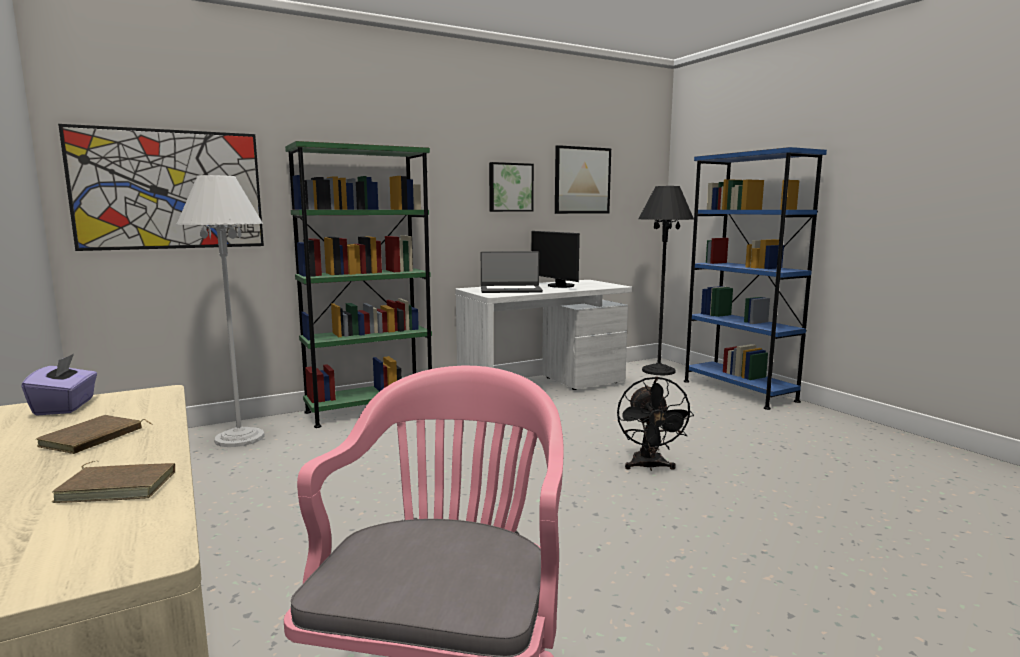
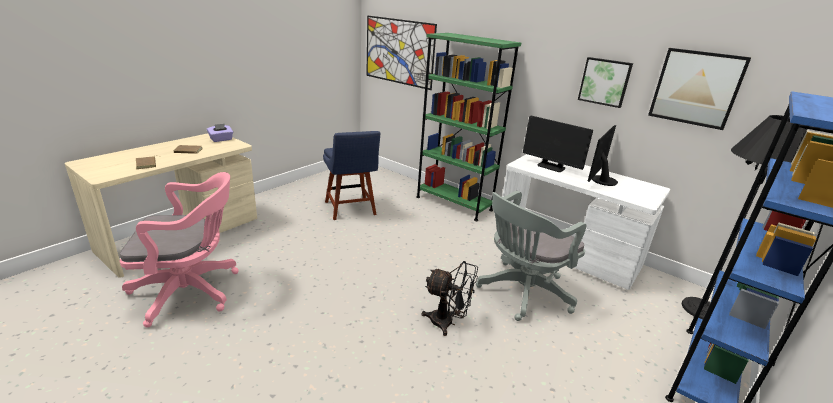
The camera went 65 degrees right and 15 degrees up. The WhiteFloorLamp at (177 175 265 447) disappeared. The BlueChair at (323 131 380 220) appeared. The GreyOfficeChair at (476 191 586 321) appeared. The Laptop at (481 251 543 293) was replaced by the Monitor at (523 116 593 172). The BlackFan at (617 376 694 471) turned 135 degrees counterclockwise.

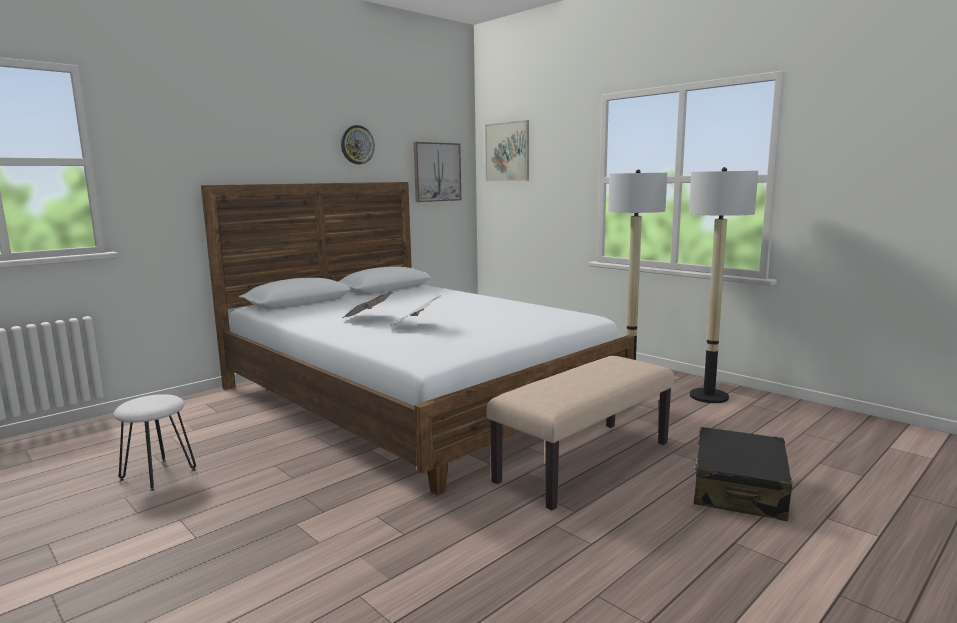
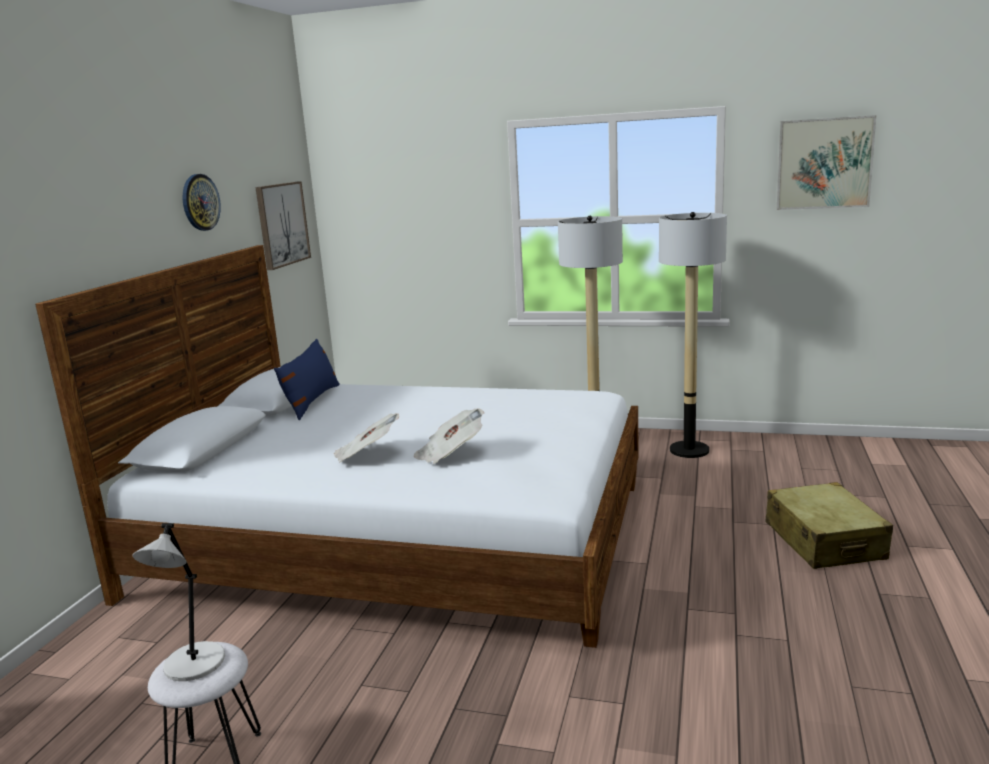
The camera went 30 degrees left and 5 degrees up. The BeigeBench at (487 356 674 510) disappeared. The GreyTableLamp at (132 523 225 681) appeared. The BluePillow at (274 339 340 420) appeared. The Picture moved from (485 120 529 181) to (777 115 876 210). The BlackSuitcase at (694 427 793 521) became the BeigeSuitcase at (766 482 893 569).

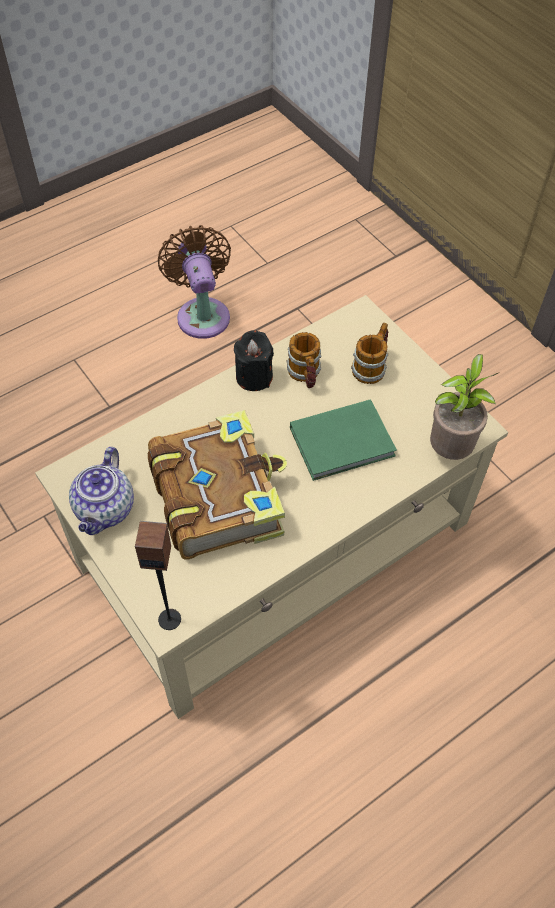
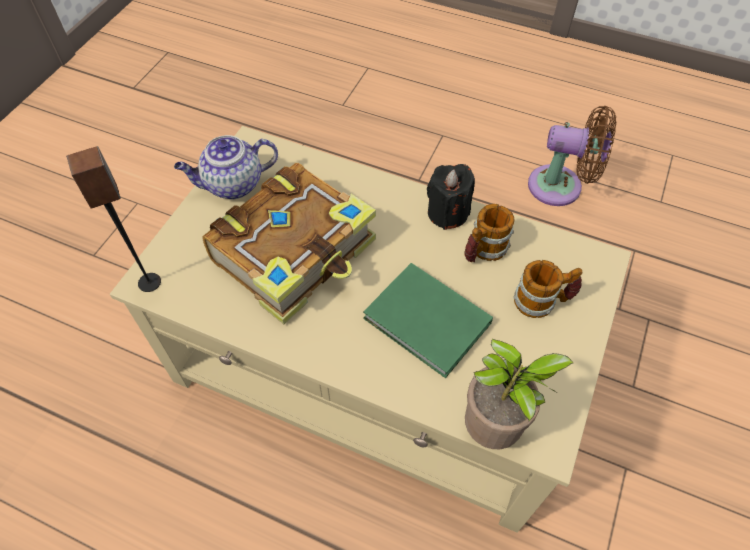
The camera went 60 degrees right and 0 degrees up. The BrownFan at (158 225 231 339) turned 60 degrees clockwise.

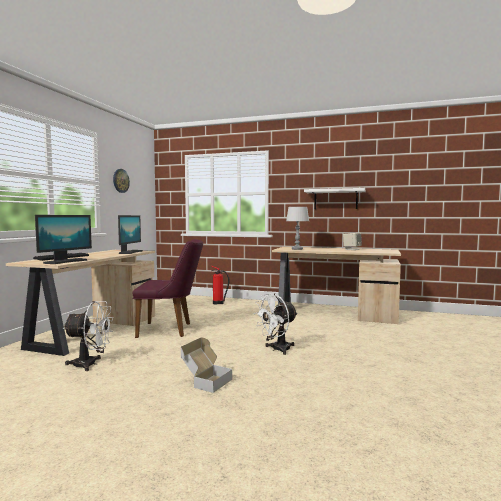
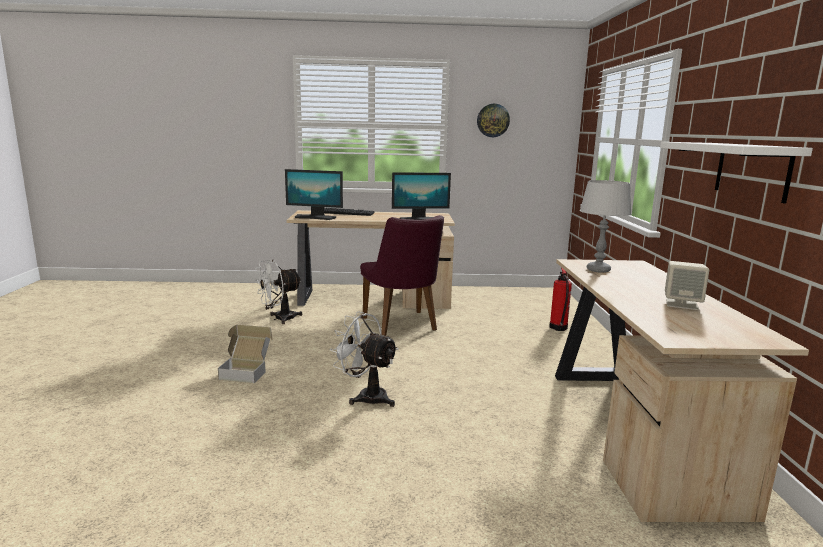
The camera went 70 degrees right and 10 degrees up. The WhiteFan at (63 301 113 371) turned 75 degrees clockwise.

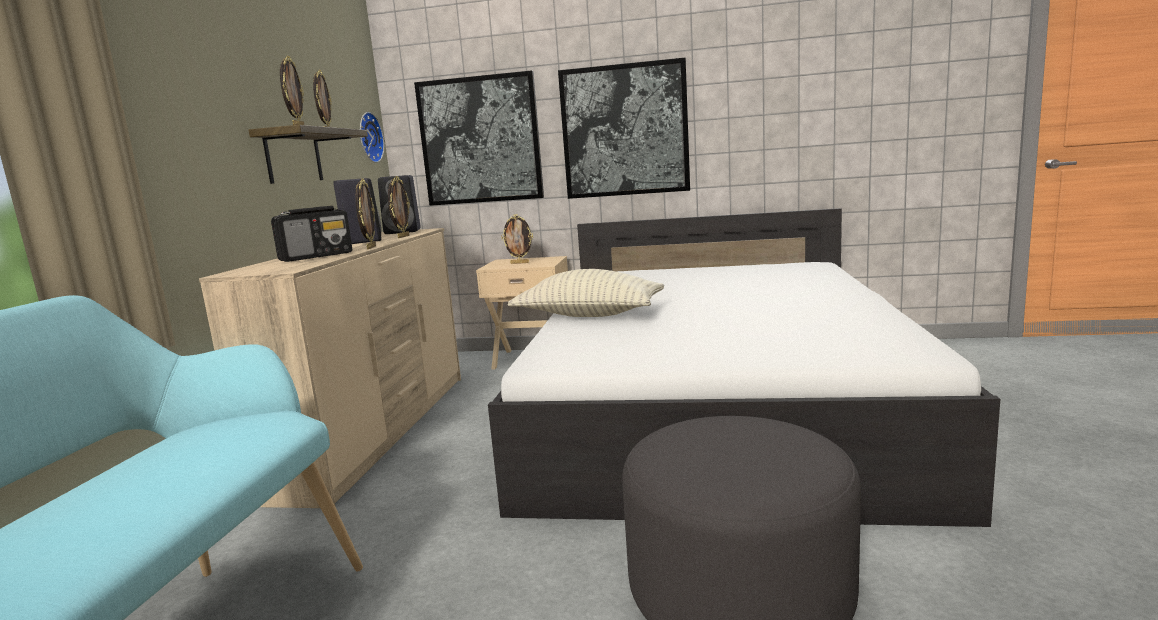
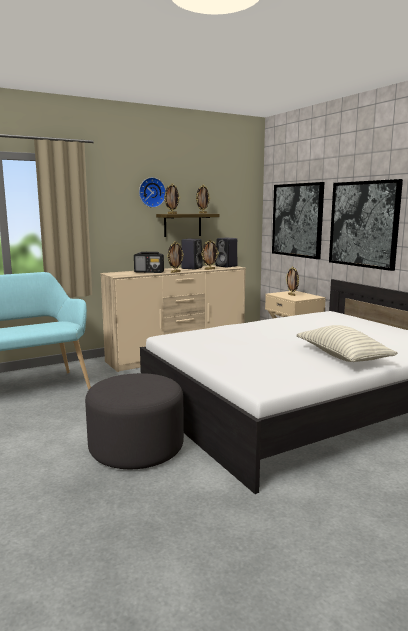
The camera went 50 degrees right and 0 degrees up. The WallClock moved from (360 112 384 163) to (139 177 166 208). The Pillow moved from (508 269 664 317) to (296 325 398 362).

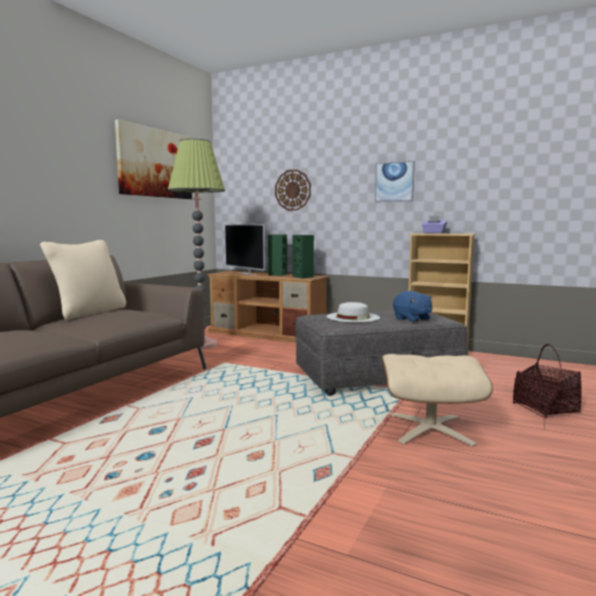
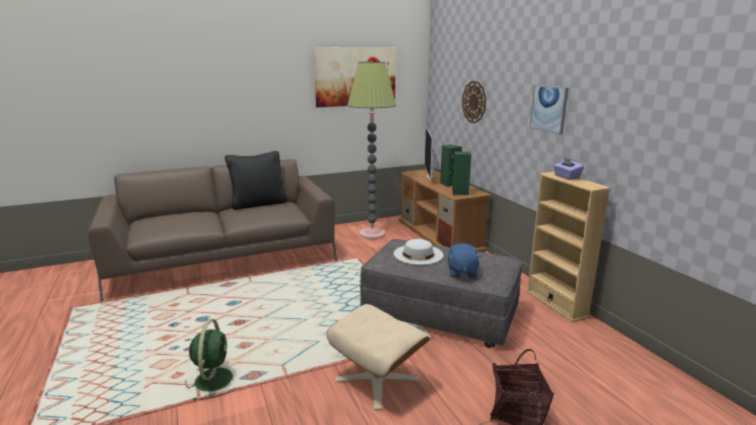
The camera went 40 degrees right and 10 degrees up. The GreenFan at (185 319 236 400) appeared. The BeigePillow at (40 240 126 320) became the BlackPillow at (225 151 287 210).

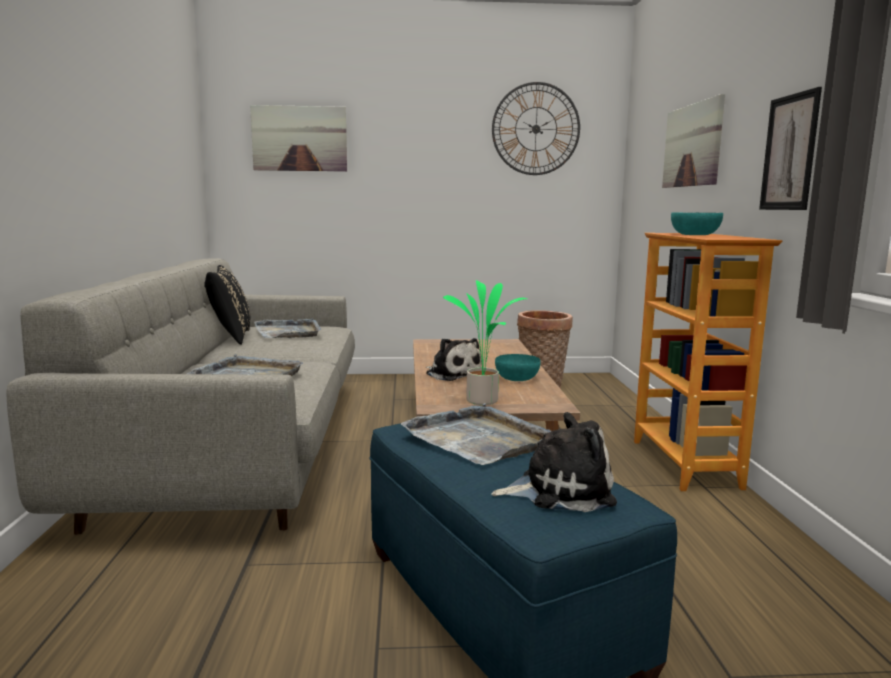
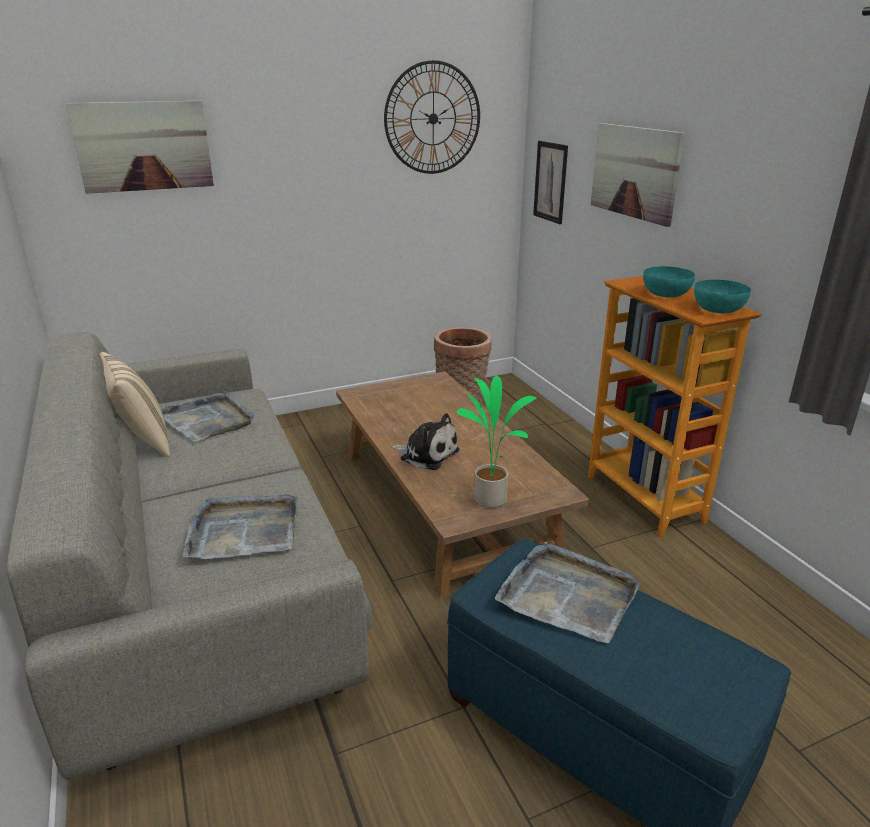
The camera went 20 degrees left and 15 degrees up. The PlushToy at (491 412 617 512) disappeared. The TurquoiseBowl moved from (495 354 541 381) to (694 280 751 313). The Picture moved from (759 87 822 210) to (533 141 568 224). The BlackPillow at (204 265 250 345) became the BeigePillow at (100 352 170 457).

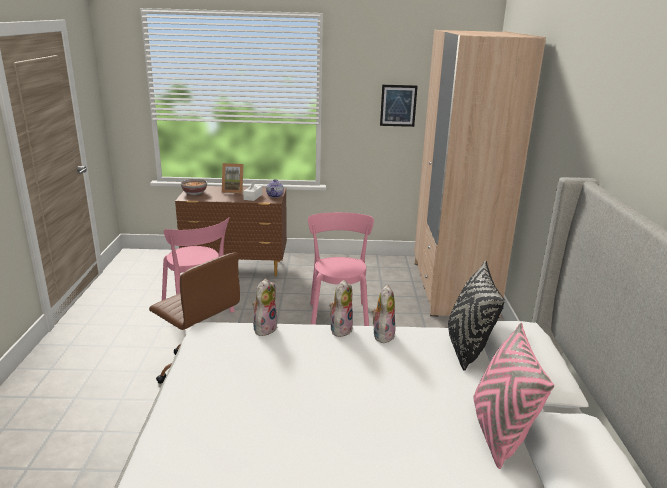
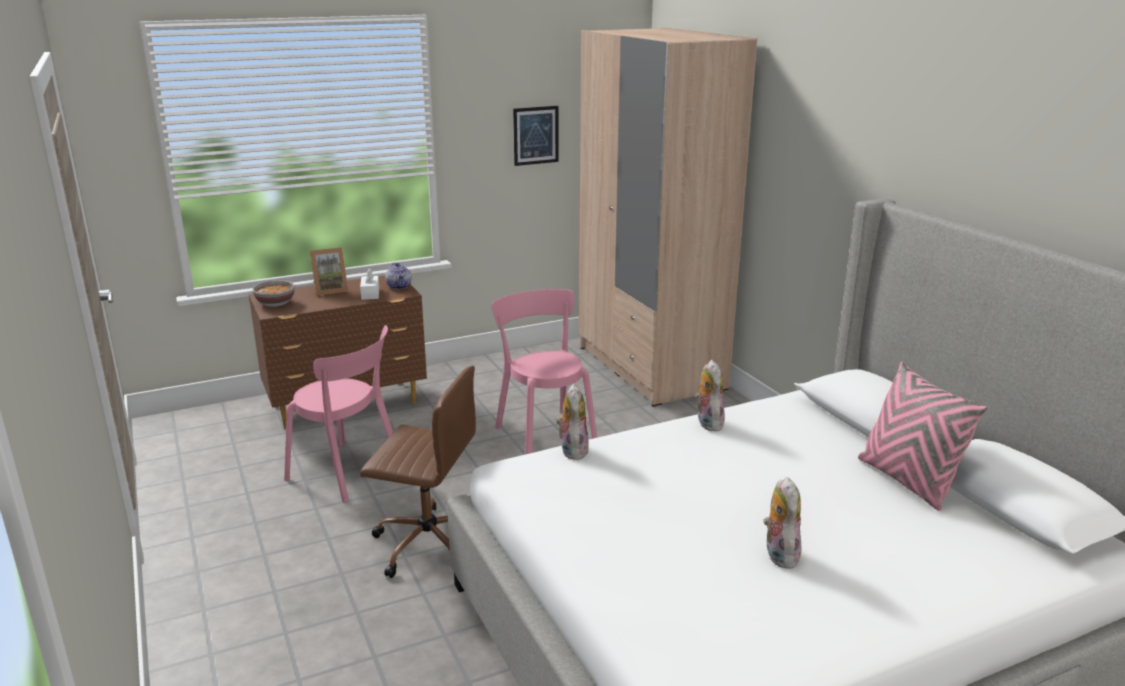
The camera went 25 degrees left and 0 degrees up. The BlackPillow at (448 261 505 371) disappeared. The PlushToy moved from (329 280 353 337) to (763 477 802 569).

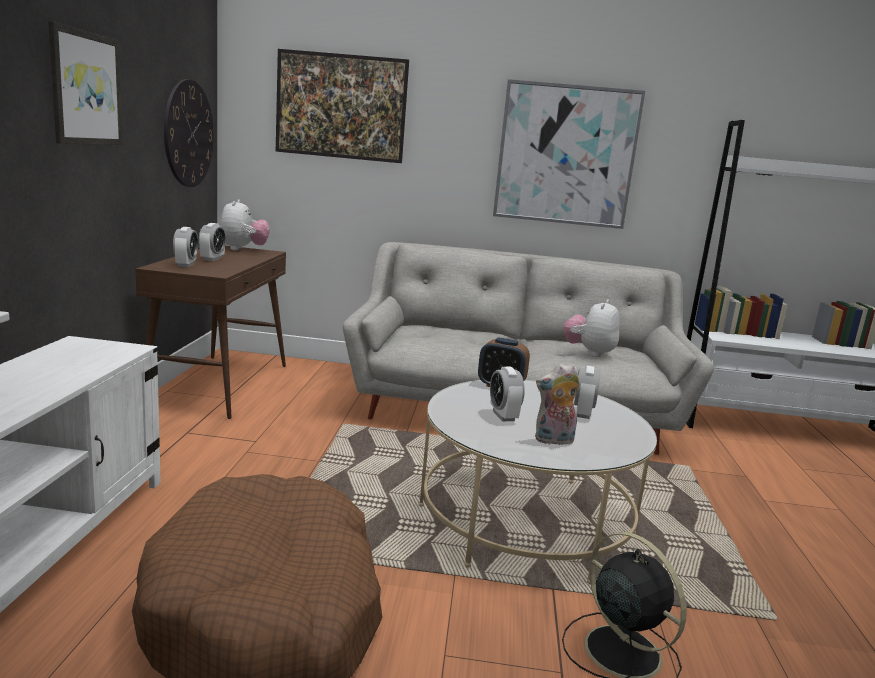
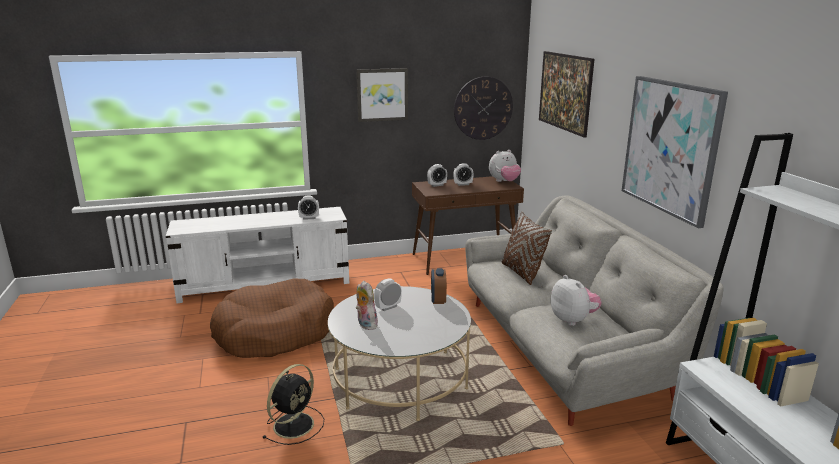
The camera went 70 degrees right and 5 degrees up. The BrownPillow at (502 211 552 285) appeared. The AlarmClock moved from (574 366 600 419) to (298 196 319 220). The PlushToy at (563 299 620 357) turned 60 degrees clockwise.

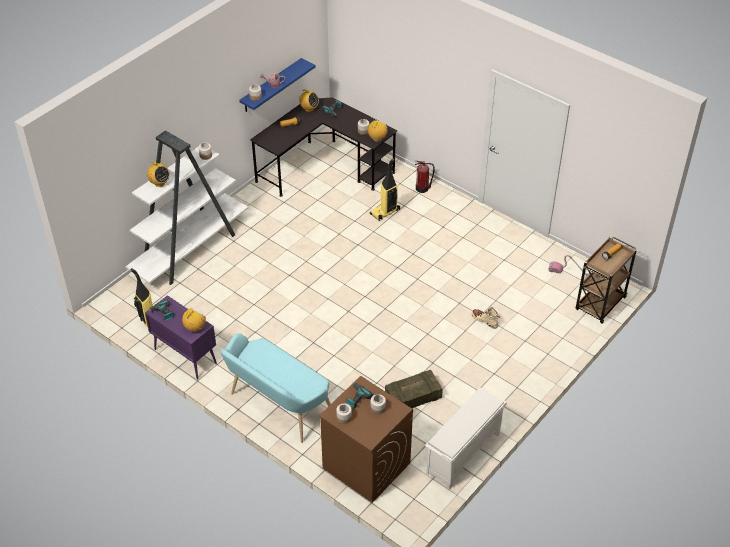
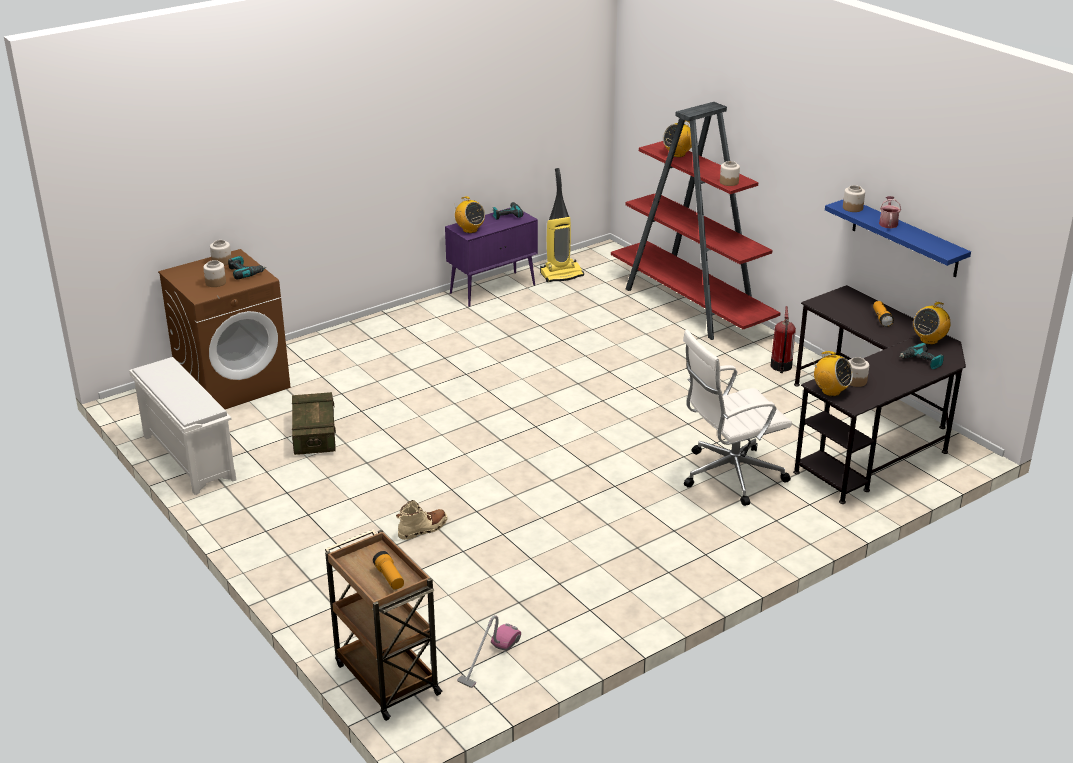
The camera went 105 degrees right and 15 degrees down. The TurquoiseBench at (221 333 331 443) disappeared. The FireExtinguisher moved from (415 161 435 193) to (771 306 796 373). The VacuumCleaner at (370 159 400 221) was replaced by the WhiteOfficeChair at (683 330 792 506). The WhiteBookcase at (126 130 248 285) became the RedBookcase at (611 102 781 340).

